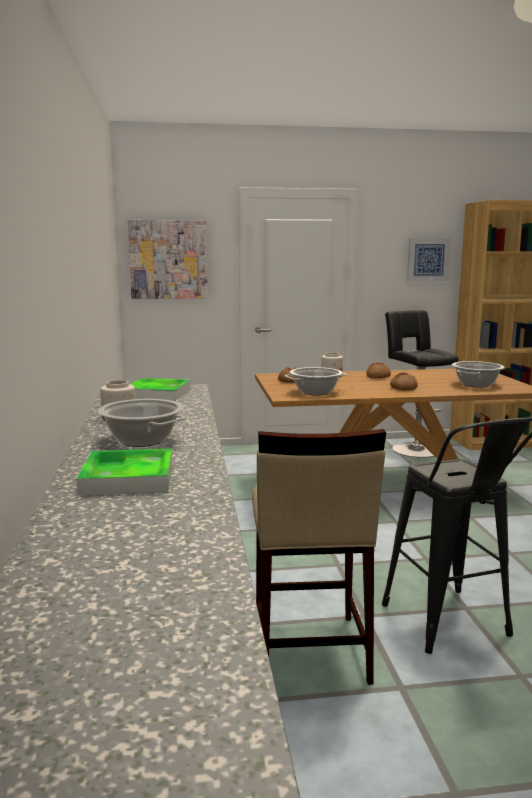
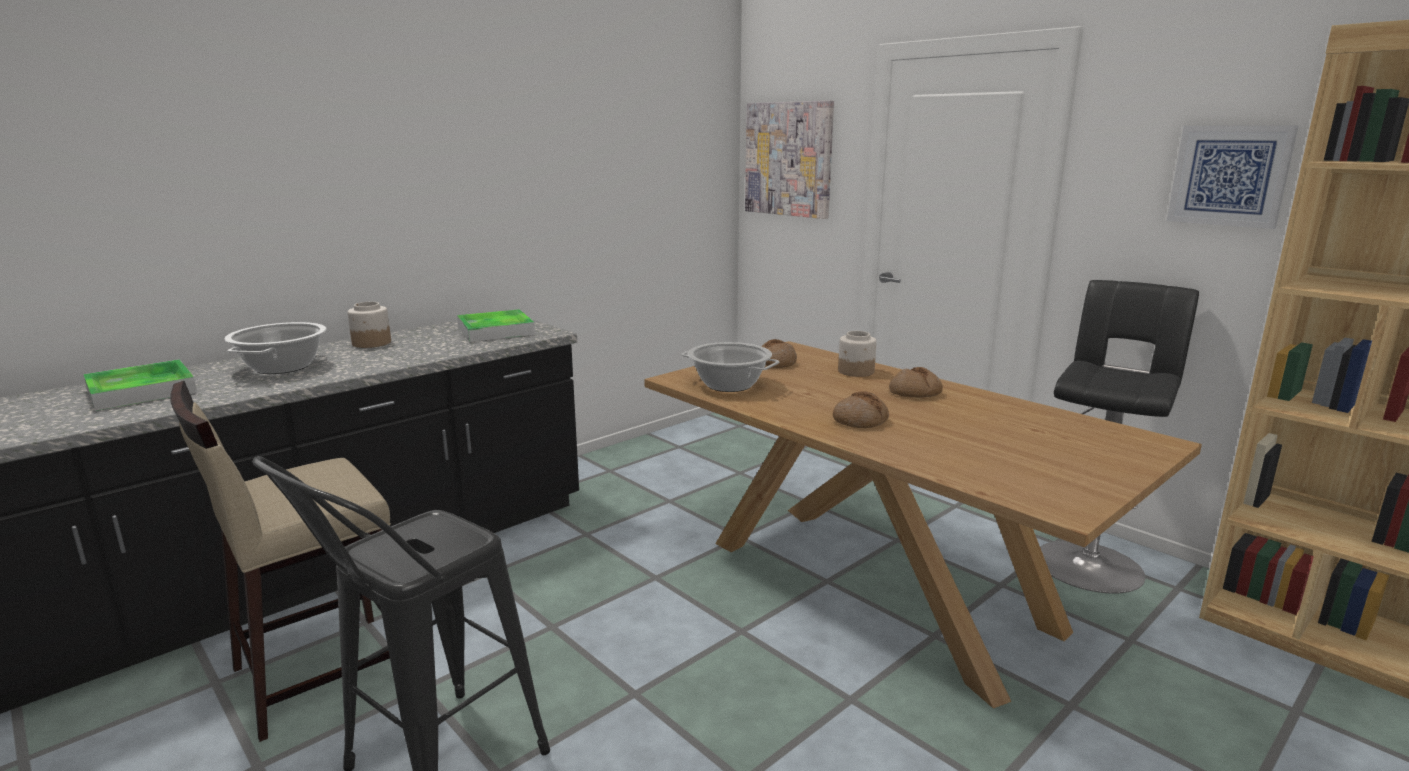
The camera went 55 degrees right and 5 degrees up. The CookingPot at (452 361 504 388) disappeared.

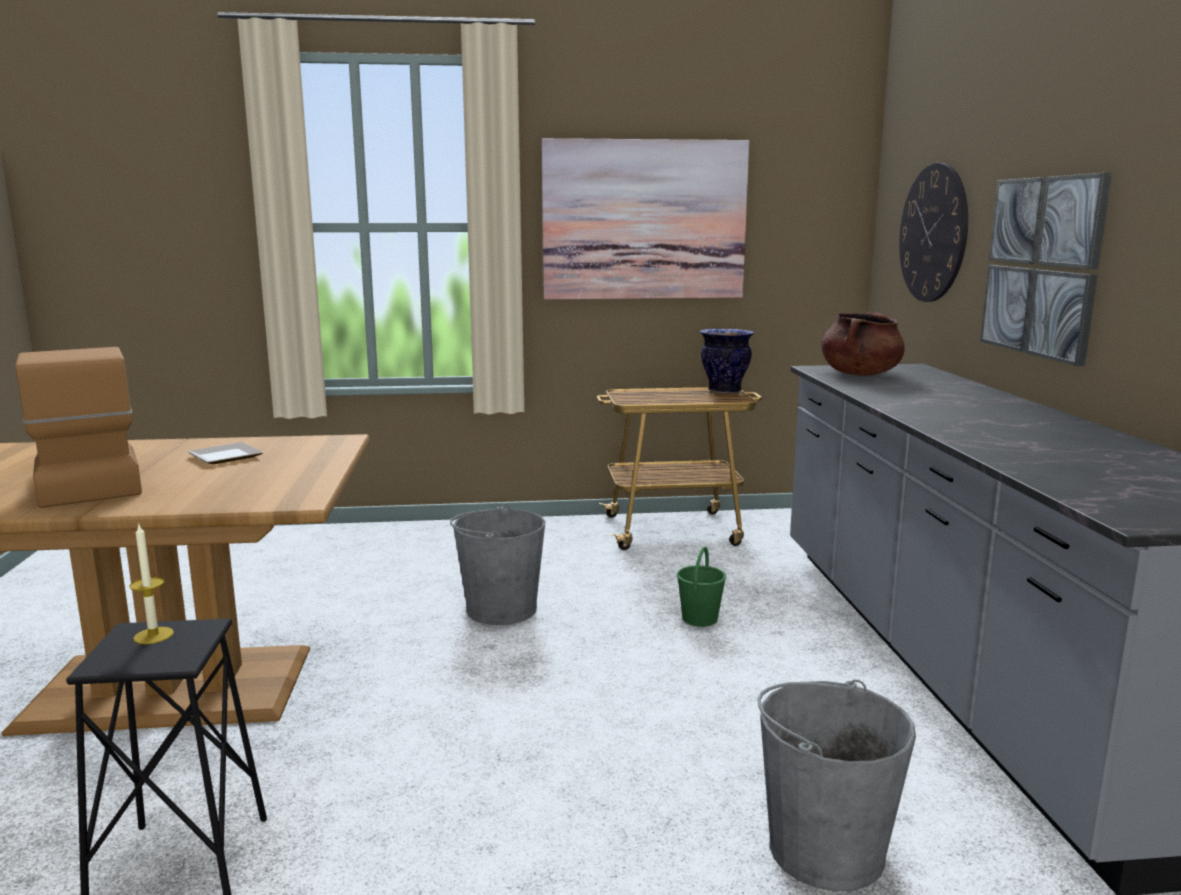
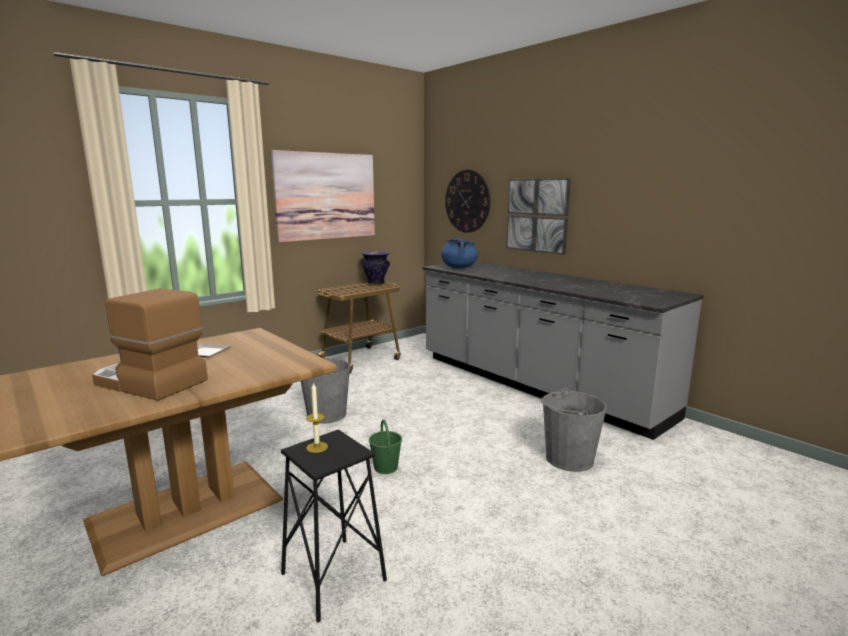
The camera went 35 degrees left and 0 degrees up. The GreenBucket moved from (677 546 726 627) to (369 419 402 474). The BrownCookingPot at (822 311 905 376) became the BlueCookingPot at (441 238 478 268).

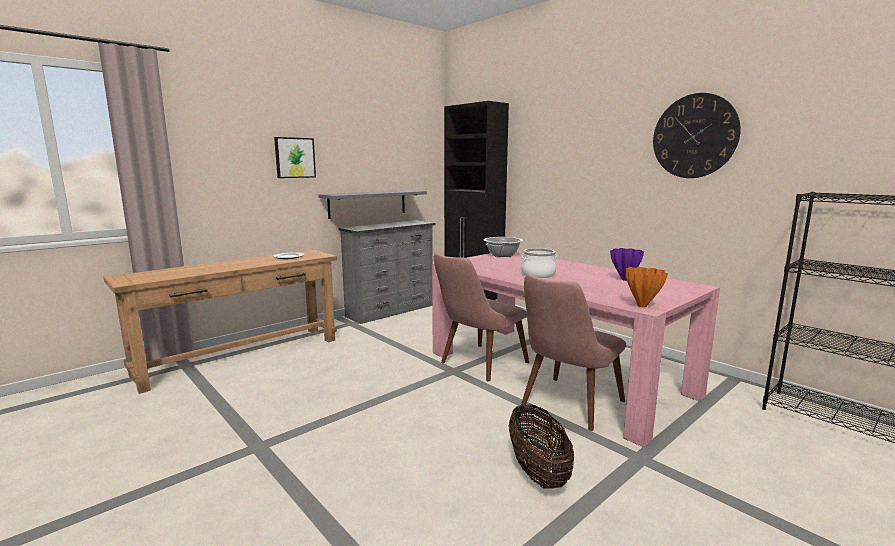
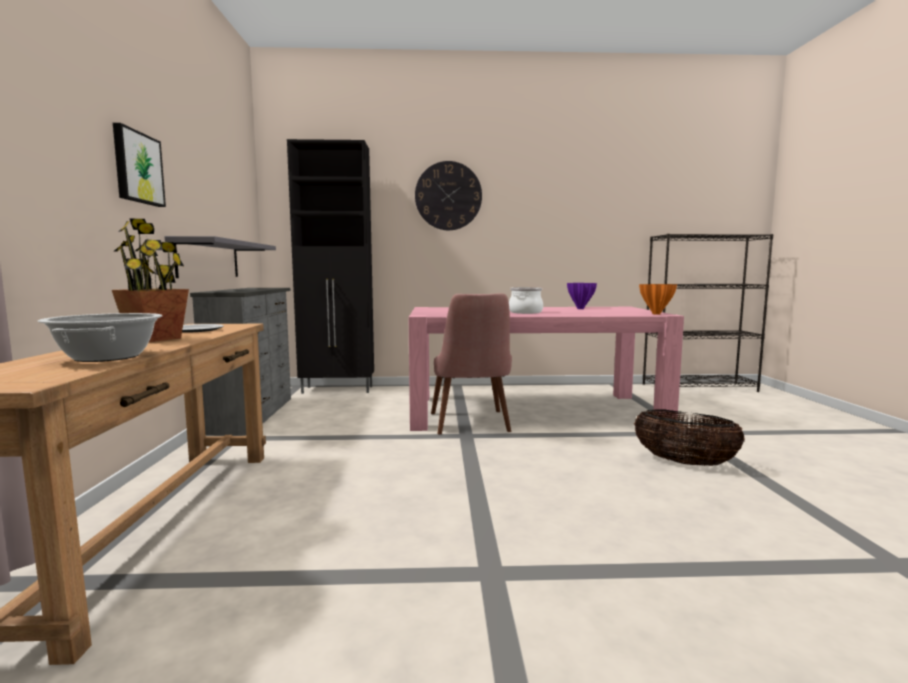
The camera went 50 degrees left and 5 degrees down. The PinkChair at (521 274 626 431) disappeared. The PottedPlant at (112 219 189 342) appeared. The CookingPot moved from (484 237 523 257) to (38 313 162 362). The WallClock moved from (653 93 741 178) to (415 161 482 230).

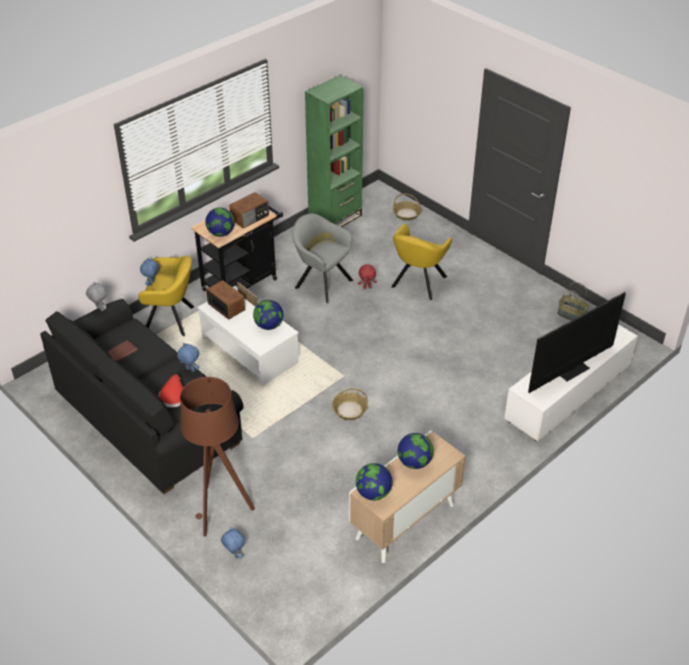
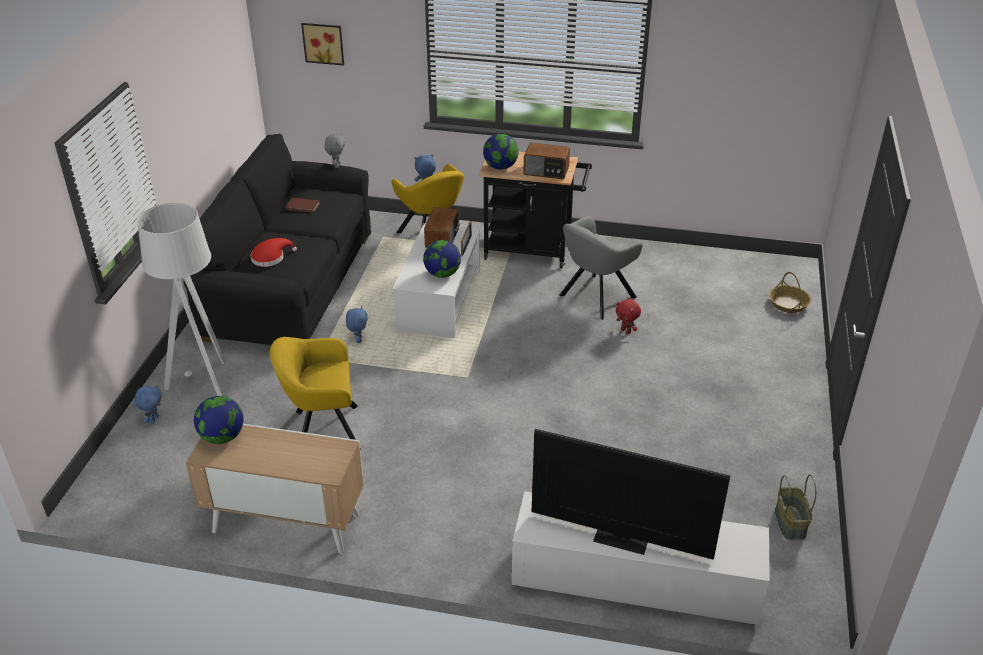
The camera went 55 degrees right and 5 degrees down. The GreenBookcase at (305 75 364 227) disappeared. The Basket at (332 389 368 420) disappeared. The Globe at (398 433 433 469) disappeared. The Picture at (301 23 344 65) appeared. The BluePlushToy moved from (177 343 199 372) to (346 306 367 343). The YellowArmchair moved from (391 224 452 300) to (270 337 361 450). The BrownFloorLamp at (180 377 255 537) became the GreyFloorLamp at (137 203 226 396). The GreyArmchair at (292 214 353 303) turned 135 degrees counterclockwise.

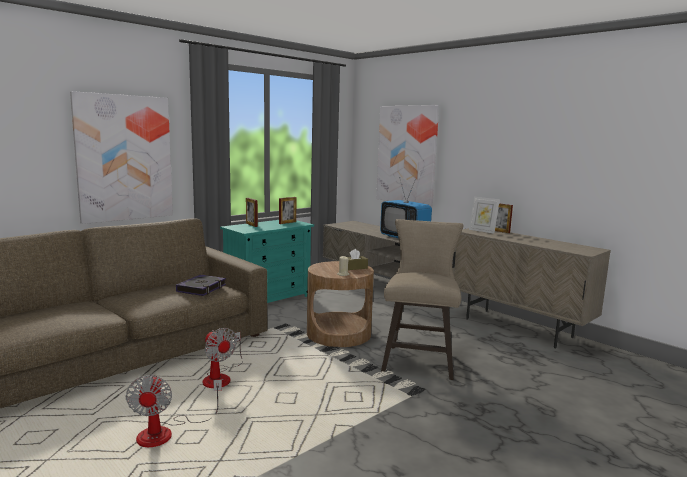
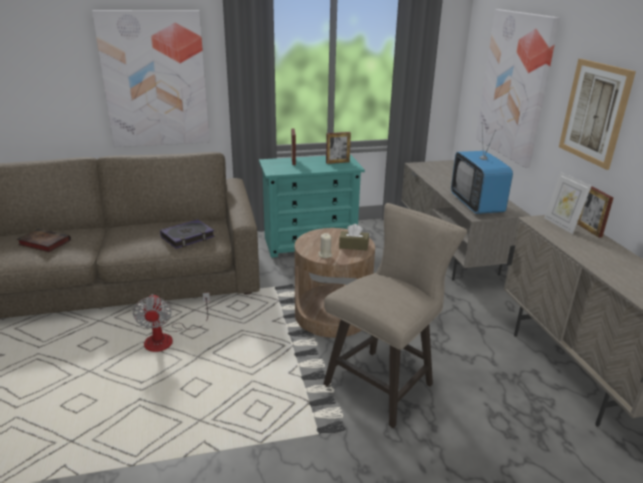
The camera went 30 degrees right and 15 degrees up. The Fan at (126 374 222 447) disappeared. The Book at (17 228 71 252) appeared. The Picture at (559 59 636 170) appeared.

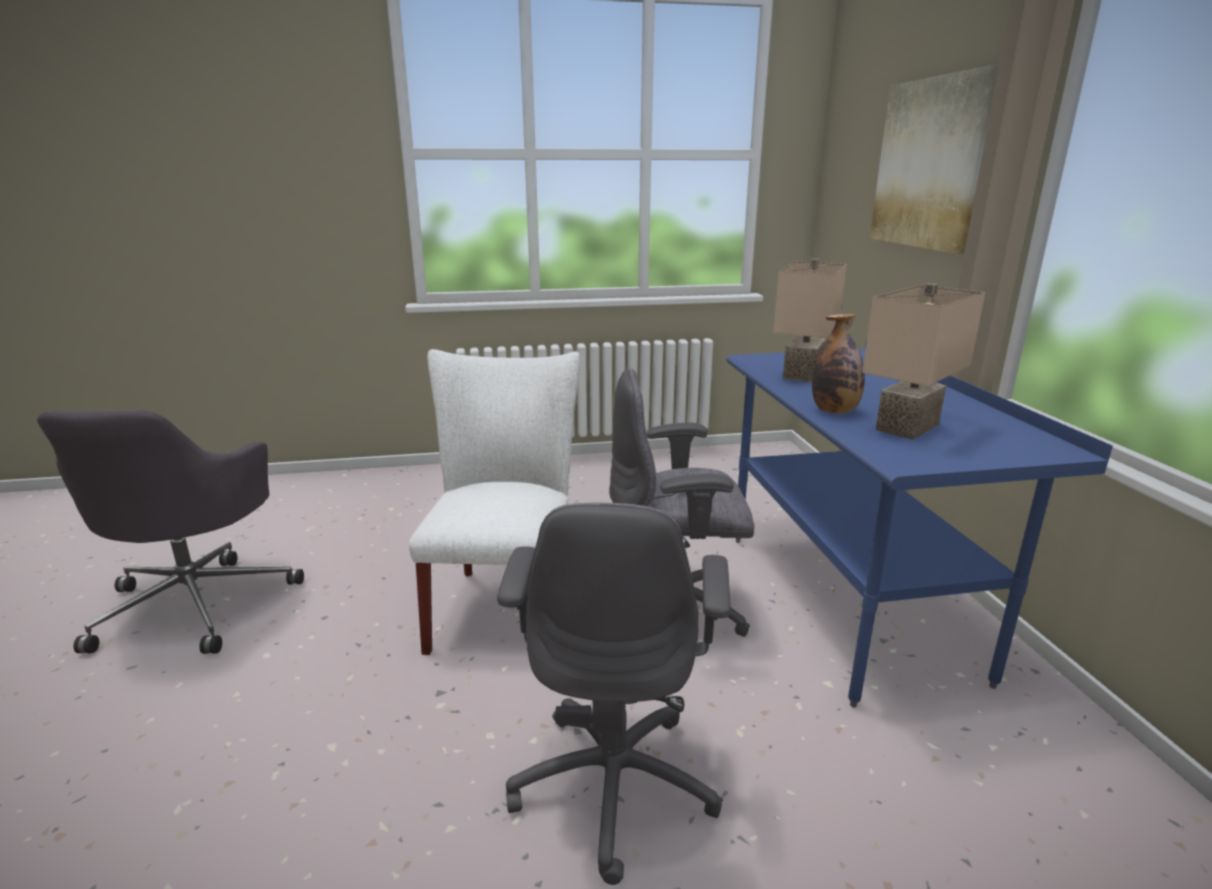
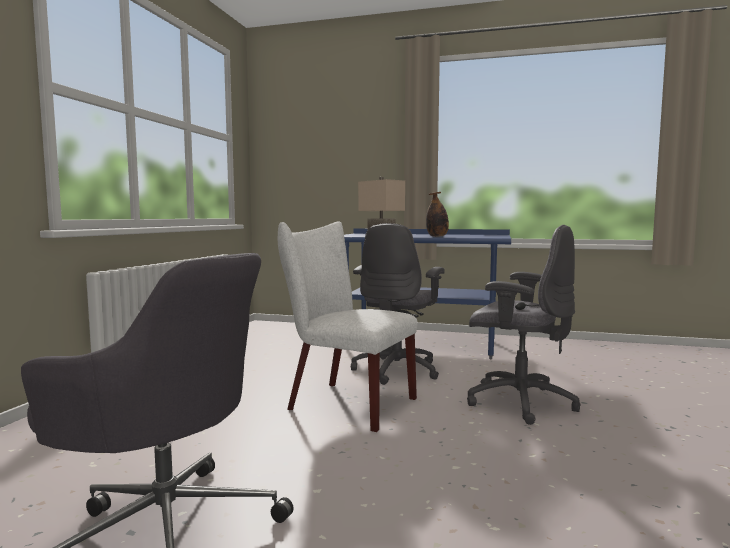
The camera went 65 degrees left and 15 degrees down. The BeigeTableLamp at (862 283 985 440) disappeared. The Picture at (870 65 999 254) disappeared.

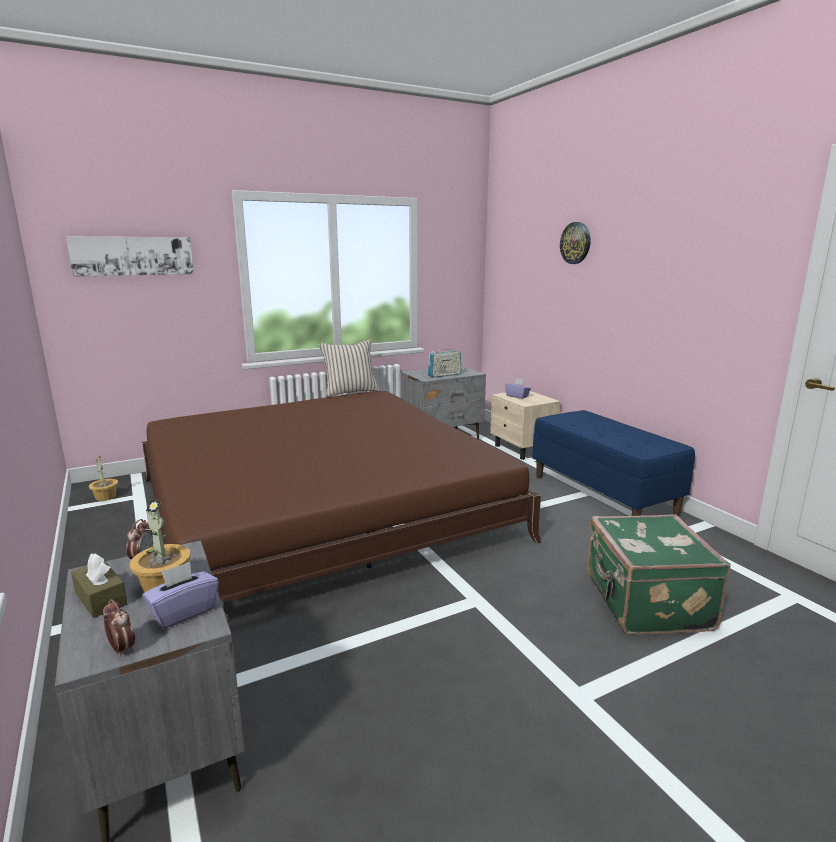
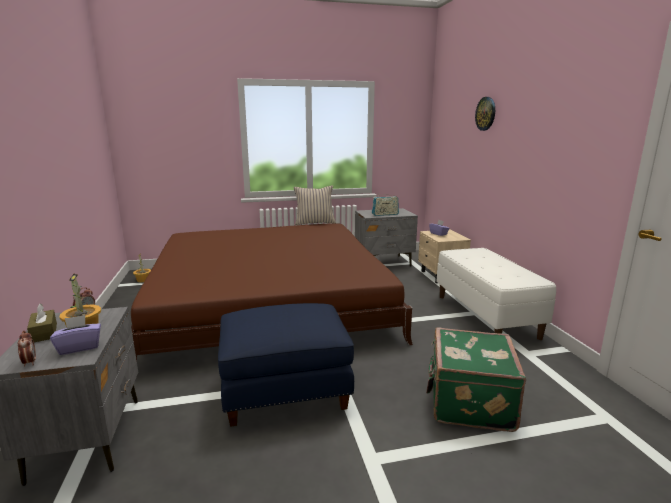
The camera went 15 degrees right and 0 degrees up. The Picture at (66 237 194 277) disappeared. The BlueOttoman at (218 303 354 427) appeared. The BlueBench at (532 410 695 517) became the WhiteBench at (436 248 556 340).

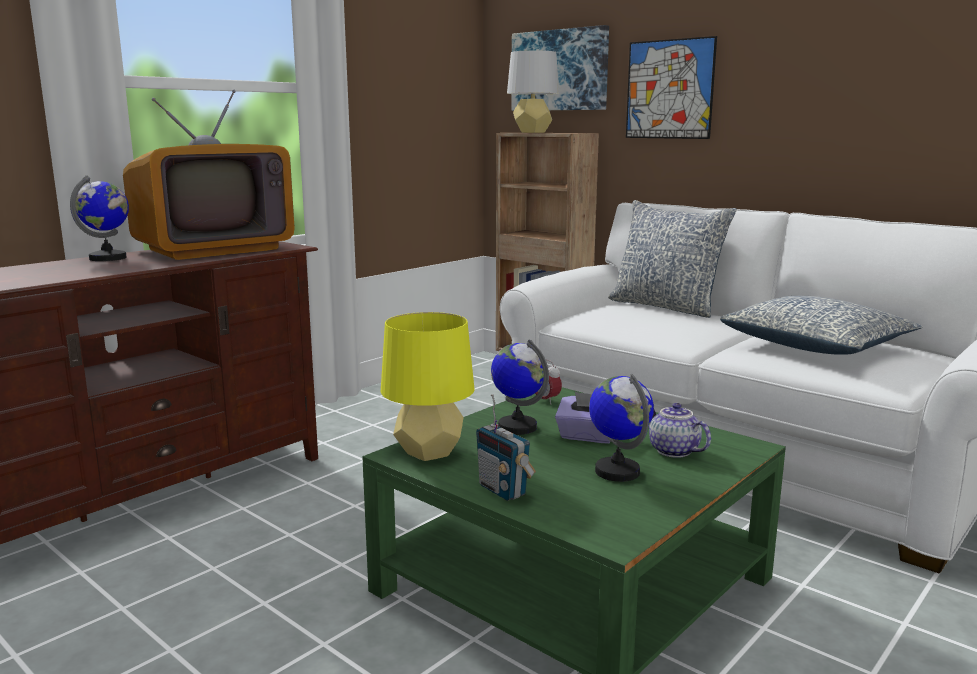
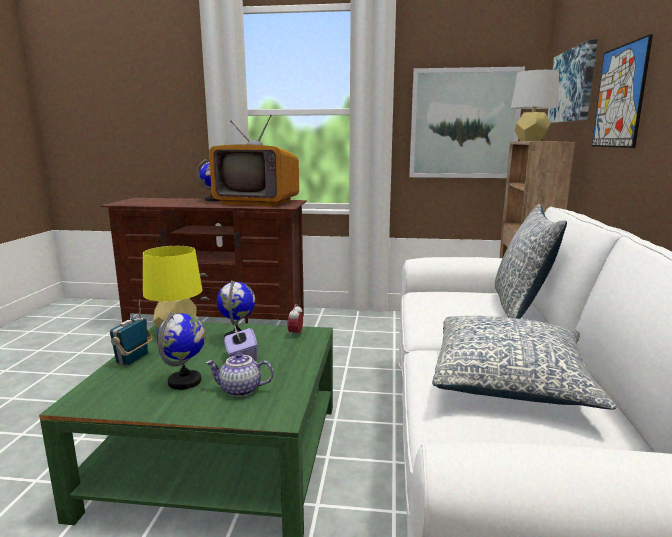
The camera went 55 degrees right and 0 degrees up. The Picture at (409 67 525 178) appeared. The Teapot at (649 403 711 458) turned 105 degrees counterclockwise.

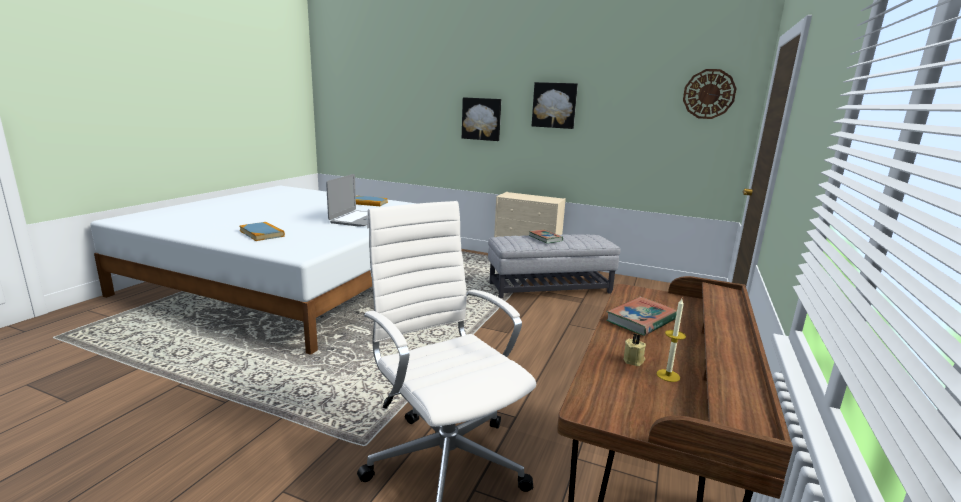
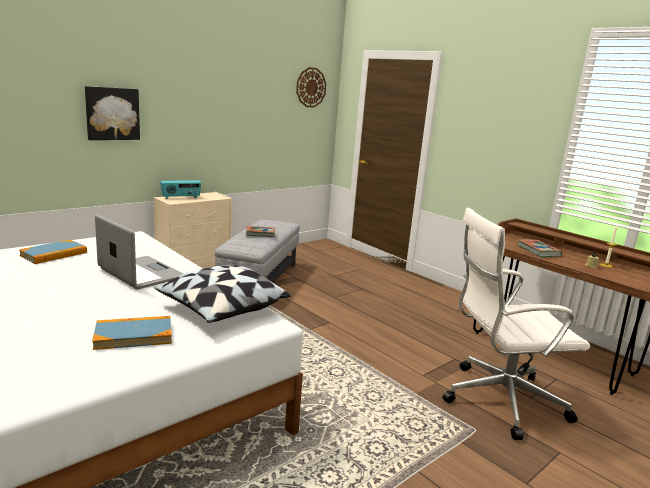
The camera went 65 degrees left and 0 degrees up. The Picture at (532 82 578 129) disappeared. The Pillow at (154 264 291 323) appeared. The Radio at (160 180 201 199) appeared.

